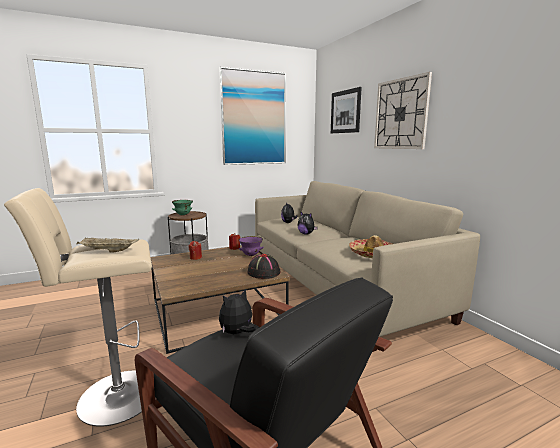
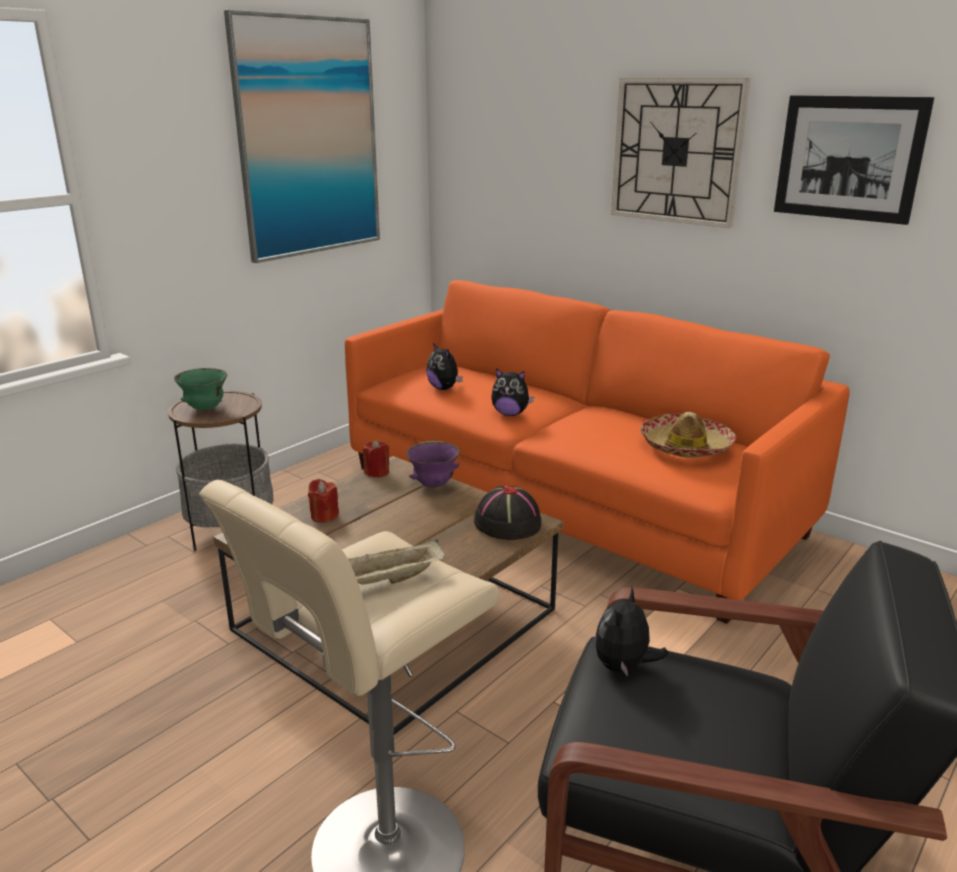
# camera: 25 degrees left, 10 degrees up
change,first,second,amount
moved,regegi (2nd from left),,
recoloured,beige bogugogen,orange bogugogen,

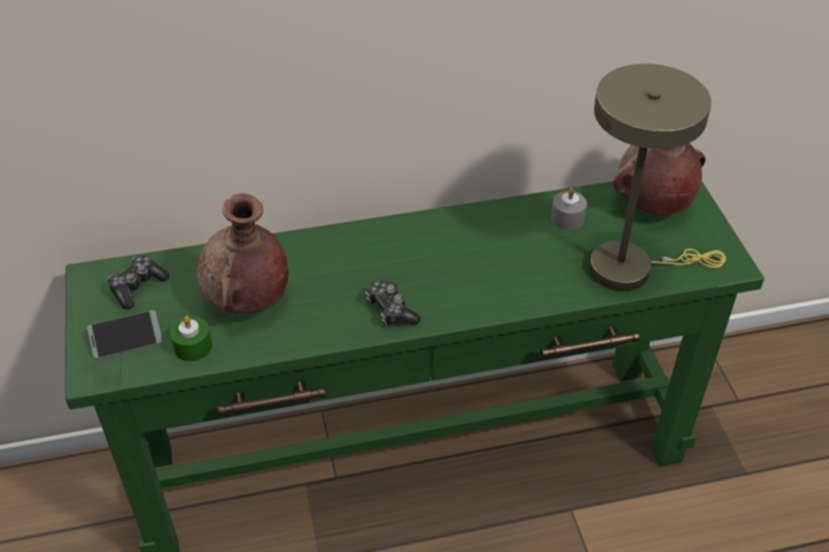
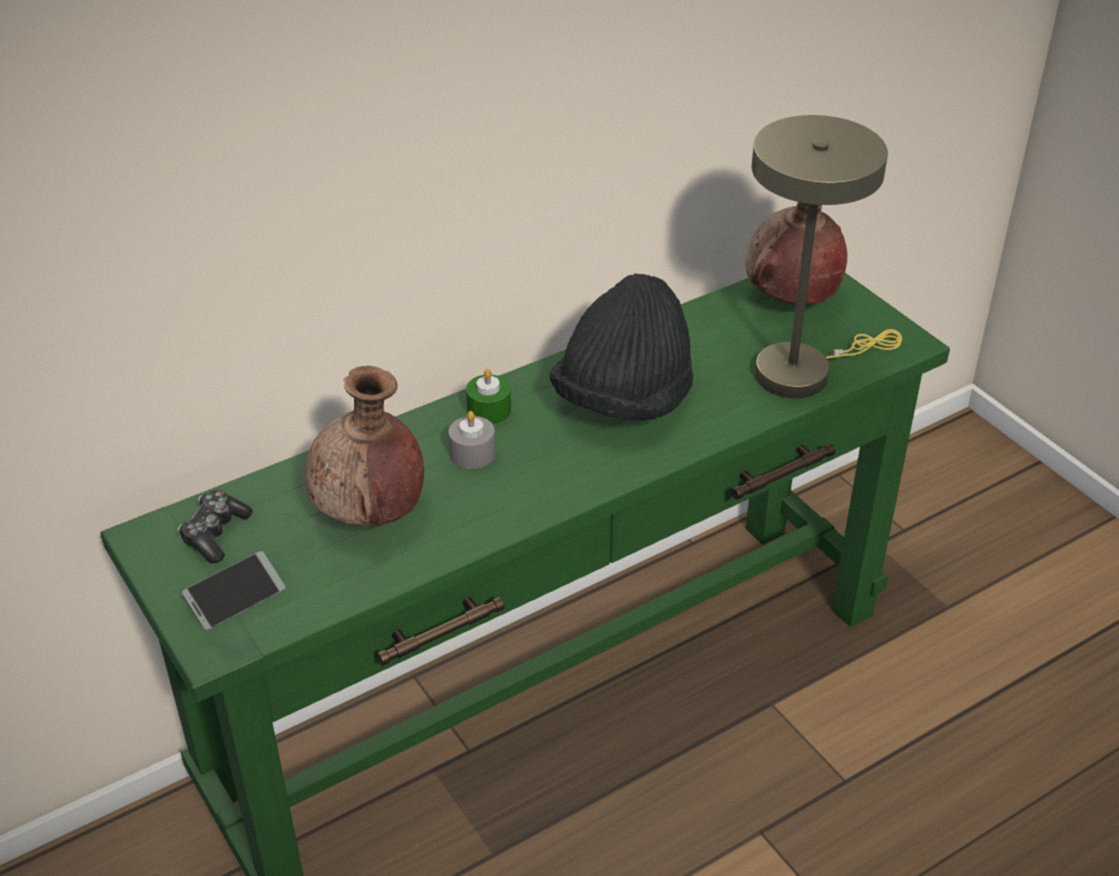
# camera: 20 degrees left, 5 degrees down
change,first,second,amount
removed,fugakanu (2nd from left),,
added,,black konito,
moved,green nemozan,,
moved,grey nemozan,,

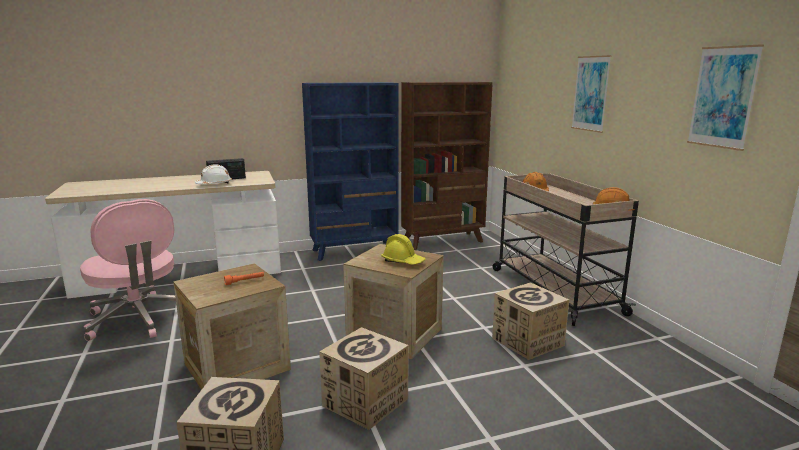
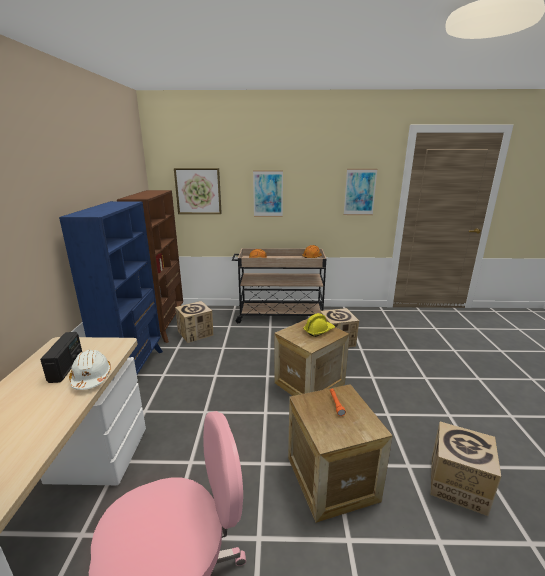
# camera: 70 degrees left, 5 degrees up
change,first,second,amount
added,,regegi (1st from left),
moved,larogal (2nd from left in the first image),larogal (1st from left),

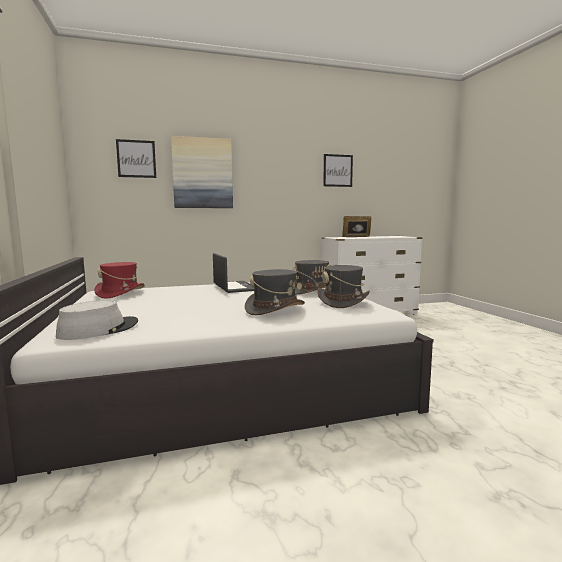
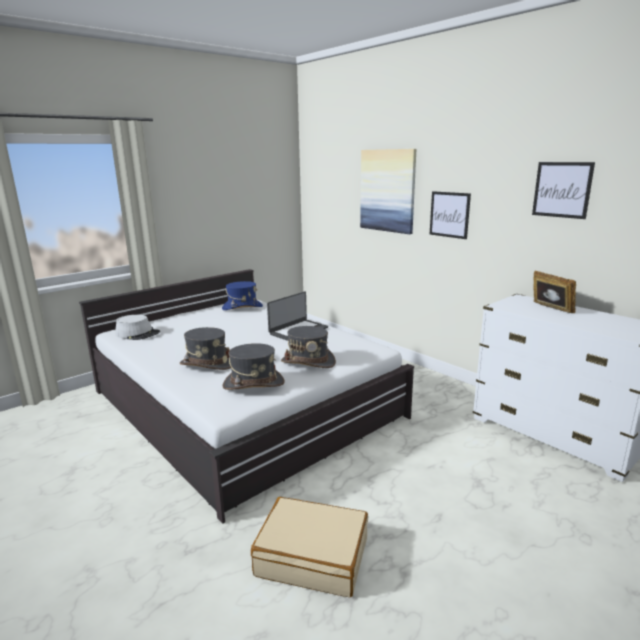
# camera: 65 degrees right, 10 degrees up
change,first,second,amount
added,,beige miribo,
moved,regegi (1st from left in the first image),regegi (2nd from left),
recoloured,red konito,blue konito,

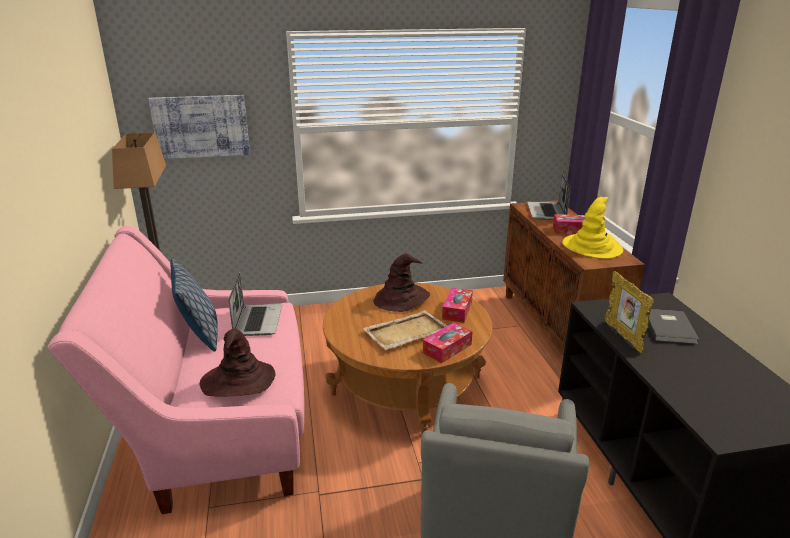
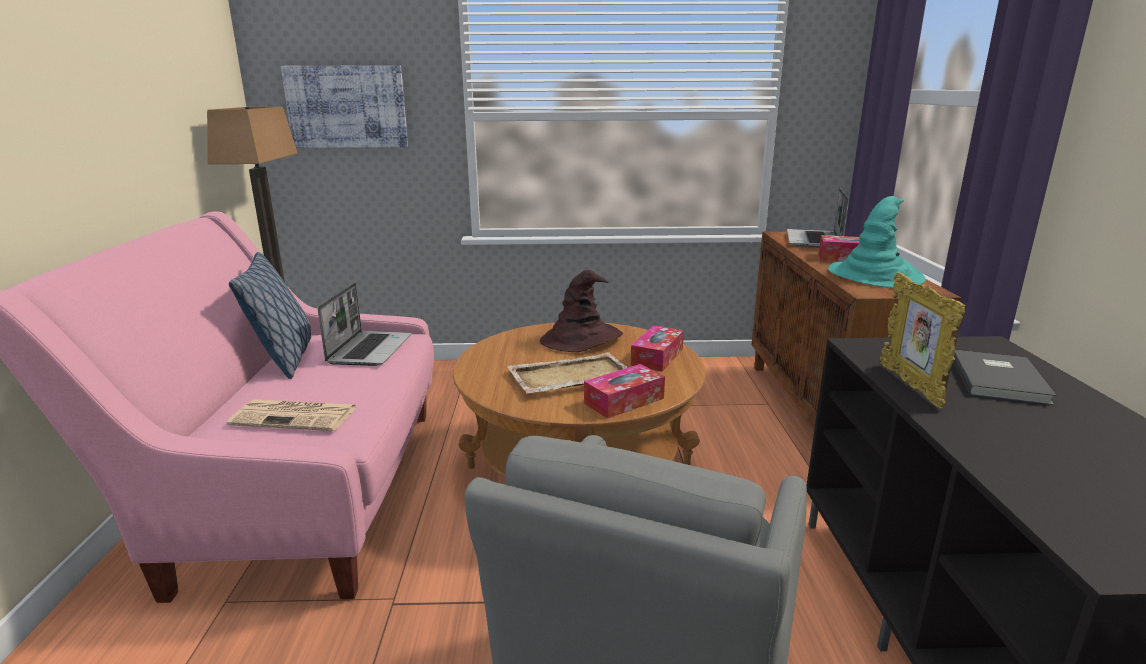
# camera: 10 degrees right, 5 degrees down
change,first,second,amount
replaced,brown konito (1st from left),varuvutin,
recoloured,yellow konito,turquoise konito,

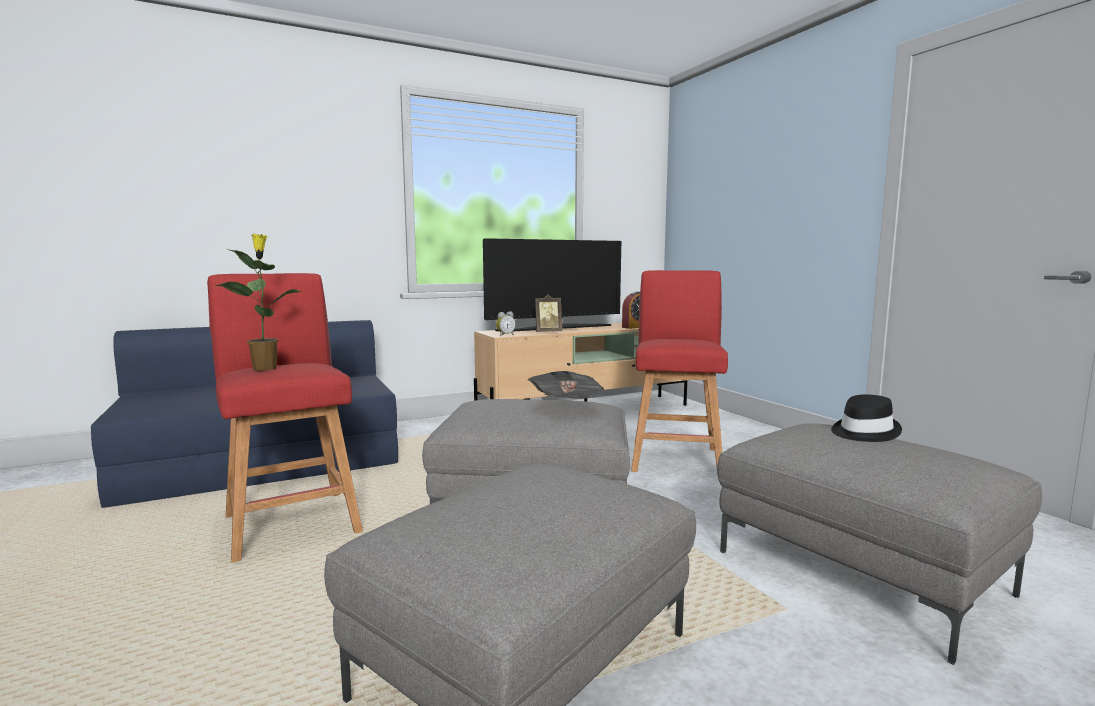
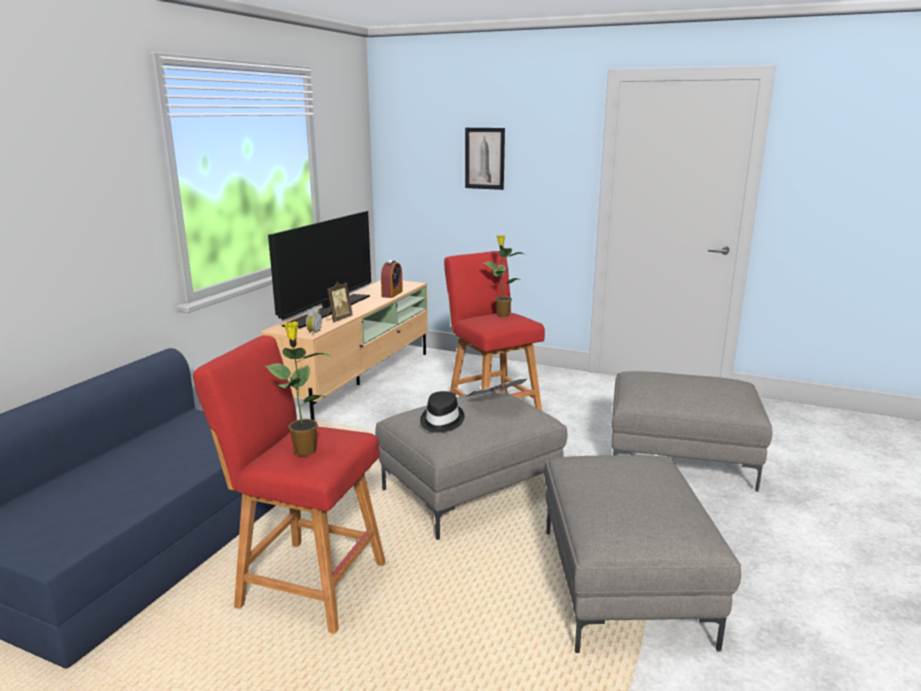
# camera: 40 degrees left, 10 degrees up
change,first,second,amount
added,,regegi,
added,,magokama (2nd from left),
moved,black konito,,

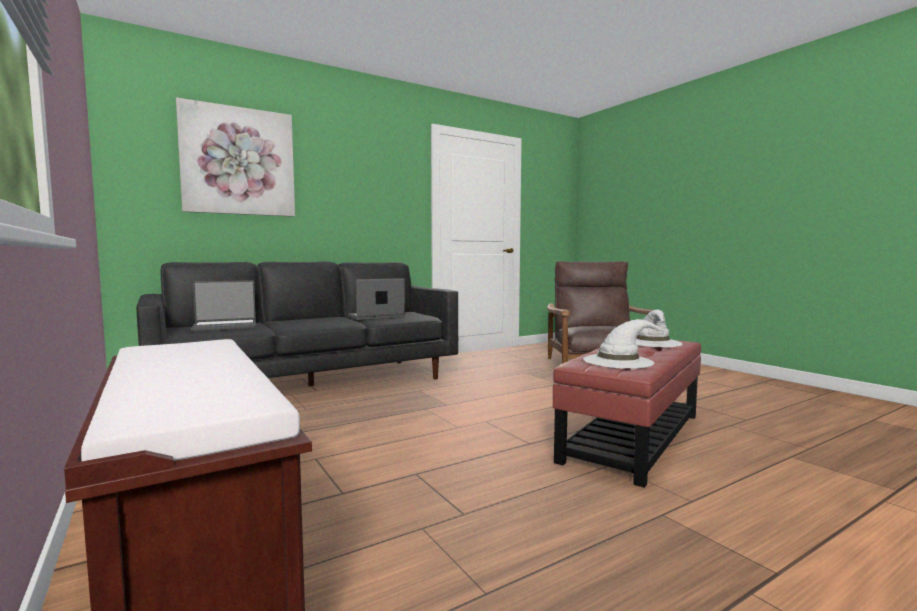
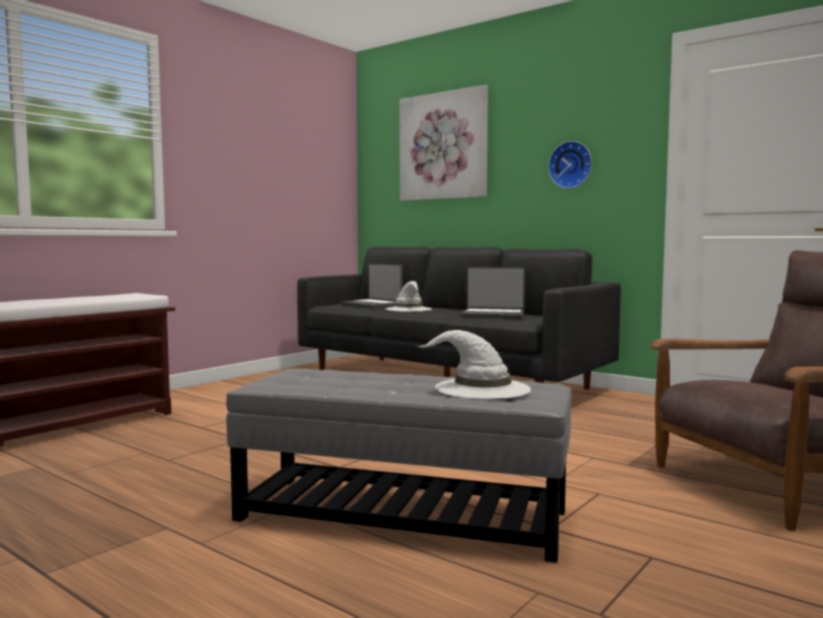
# camera: 70 degrees right, 0 degrees up
change,first,second,amount
added,,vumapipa,
moved,white konito (1st from left),,
recoloured,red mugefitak,grey mugefitak,
turned,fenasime (2nd from left),,150 degrees clockwise

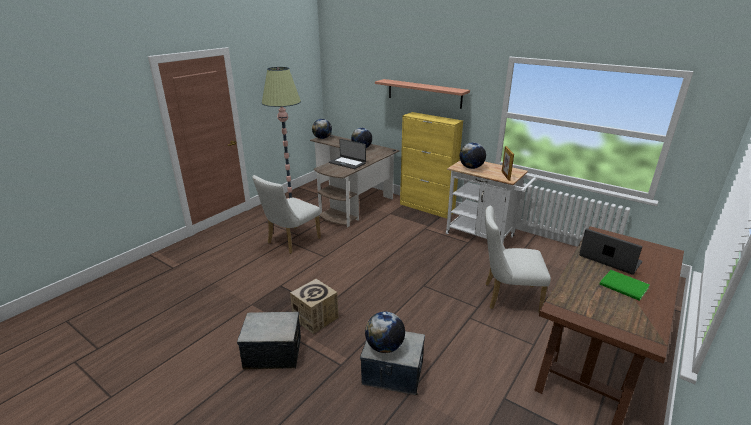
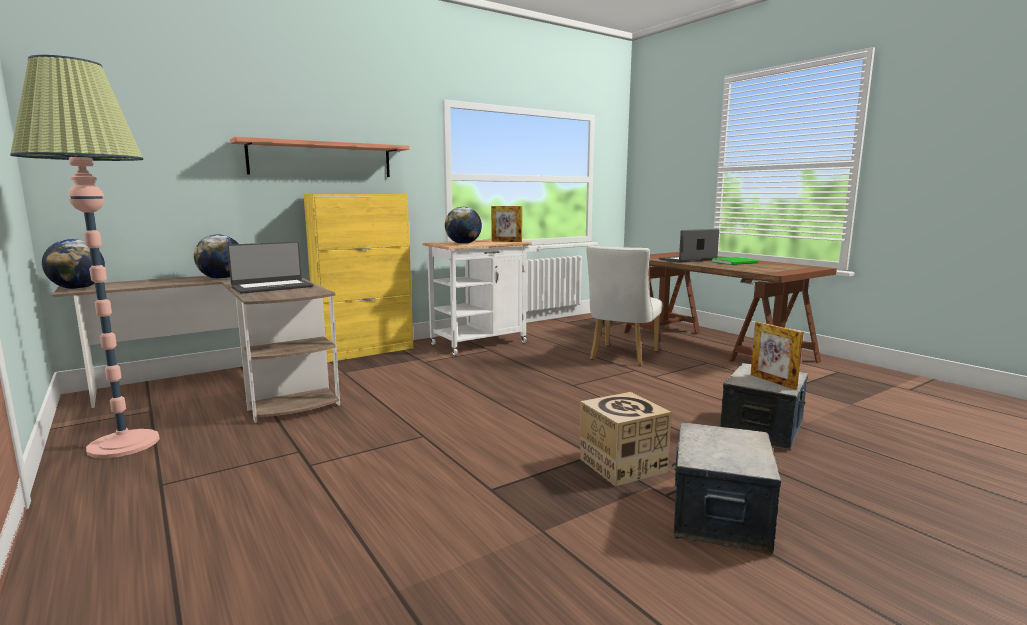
# camera: 70 degrees left, 15 degrees down
change,first,second,amount
removed,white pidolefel (1st from left),,
replaced,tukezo (3rd from left),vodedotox (2nd from left),

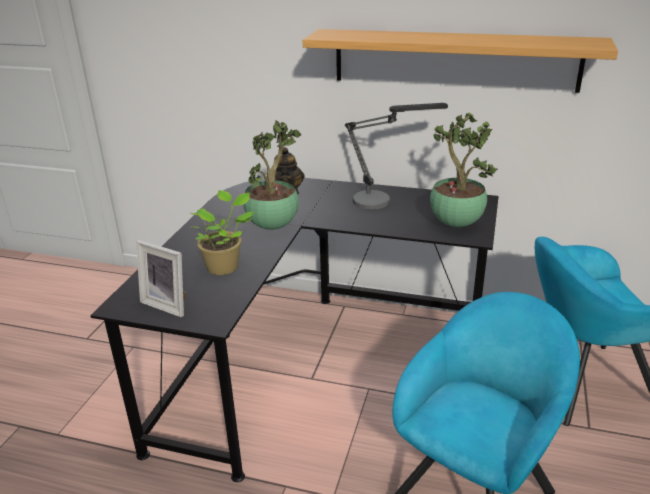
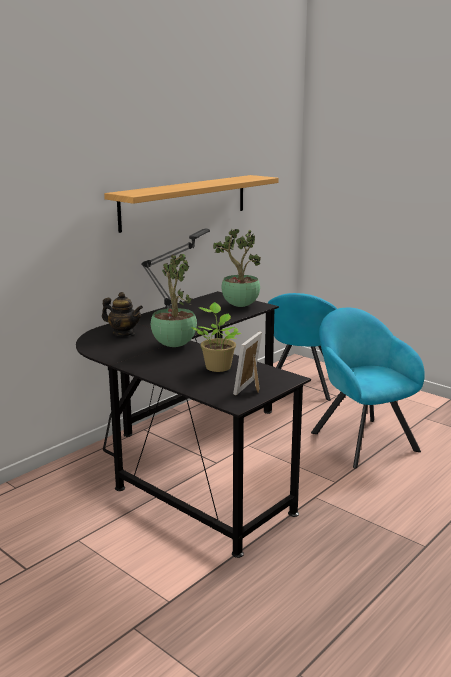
# camera: 65 degrees left, 10 degrees down
change,first,second,amount
turned,vodedotox,,150 degrees clockwise

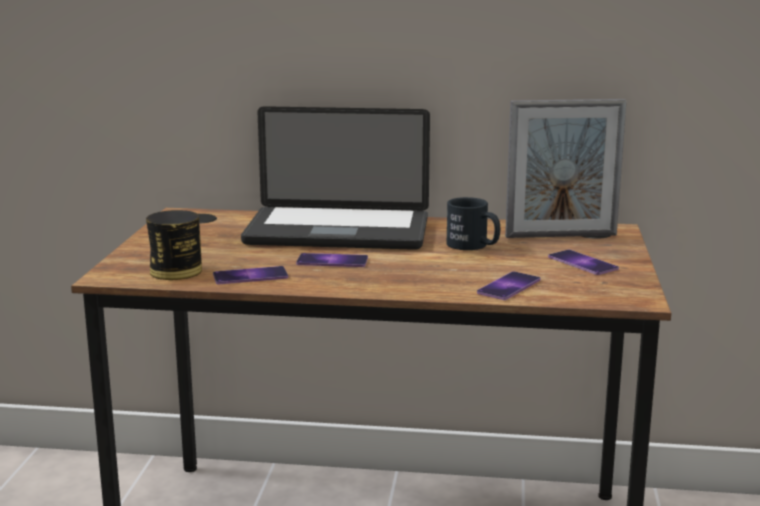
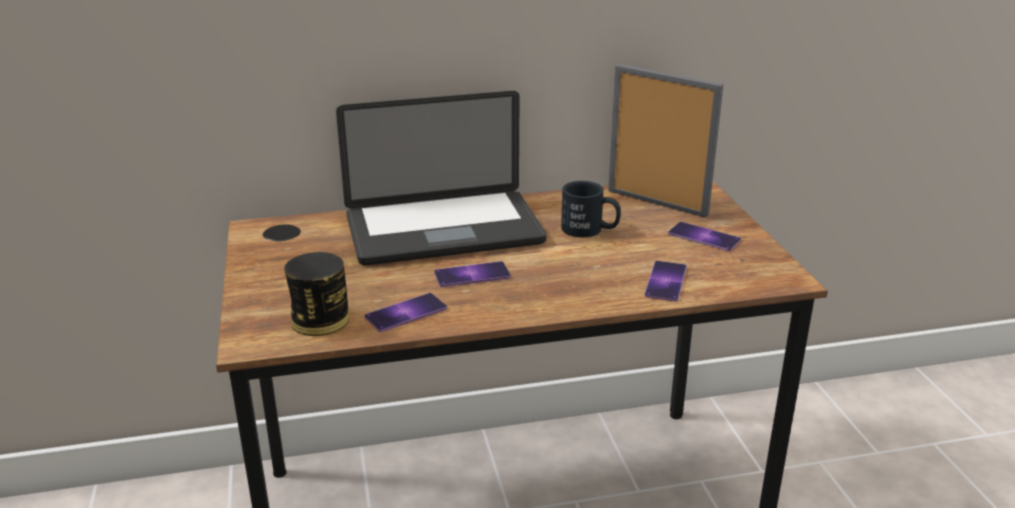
# camera: 20 degrees left, 10 degrees up
change,first,second,amount
turned,vodedotox,,120 degrees counterclockwise

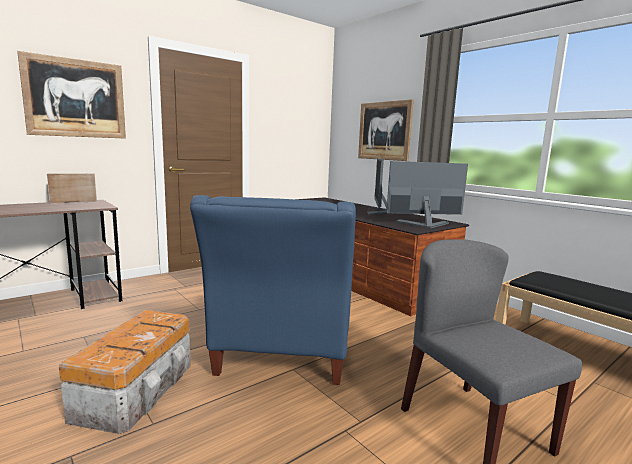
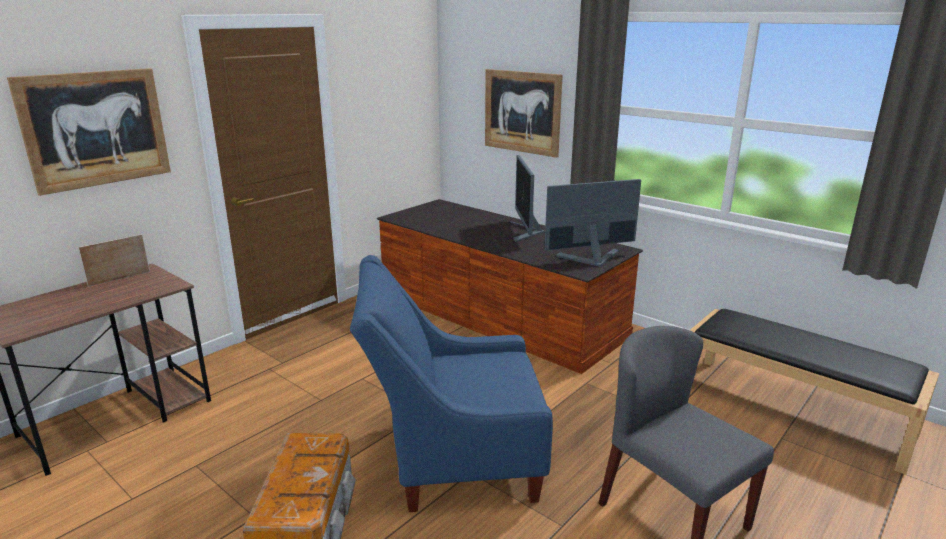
# camera: 10 degrees left, 10 degrees up
change,first,second,amount
turned,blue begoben,,90 degrees clockwise

